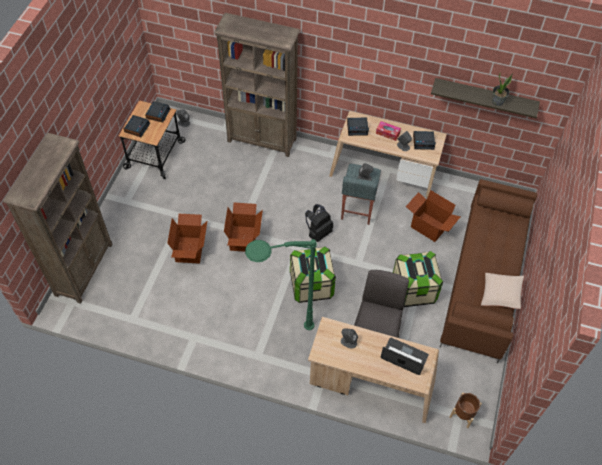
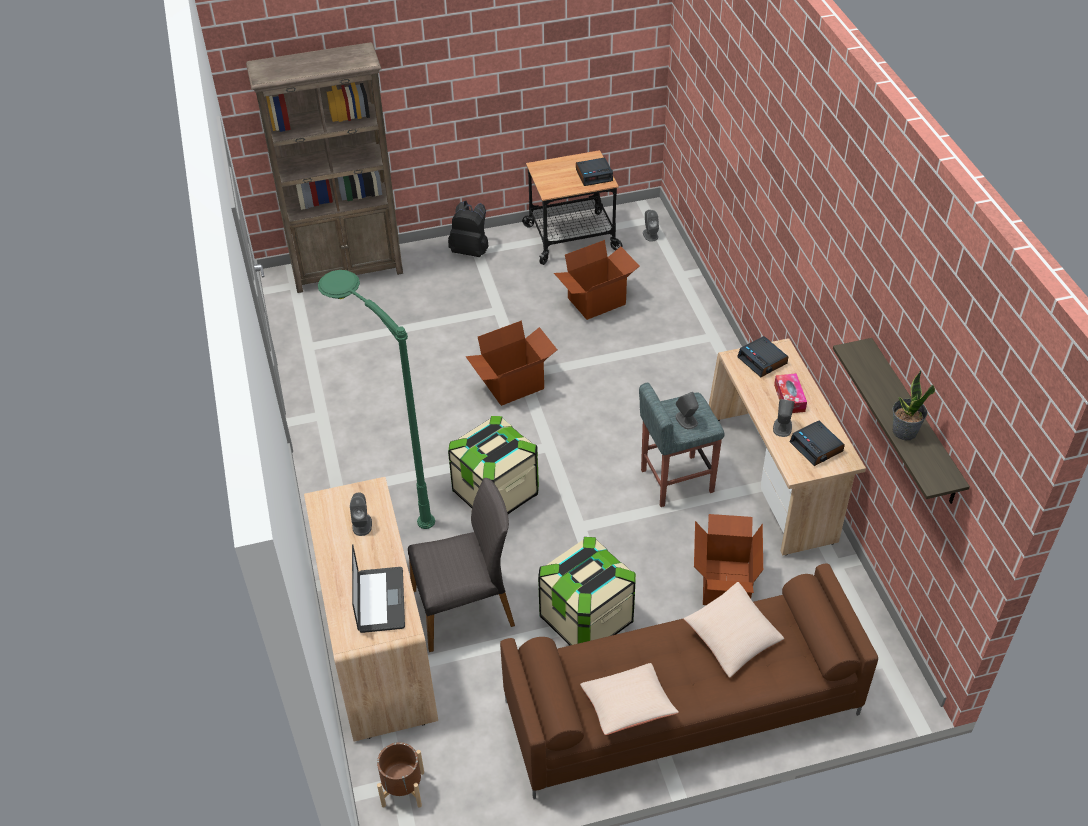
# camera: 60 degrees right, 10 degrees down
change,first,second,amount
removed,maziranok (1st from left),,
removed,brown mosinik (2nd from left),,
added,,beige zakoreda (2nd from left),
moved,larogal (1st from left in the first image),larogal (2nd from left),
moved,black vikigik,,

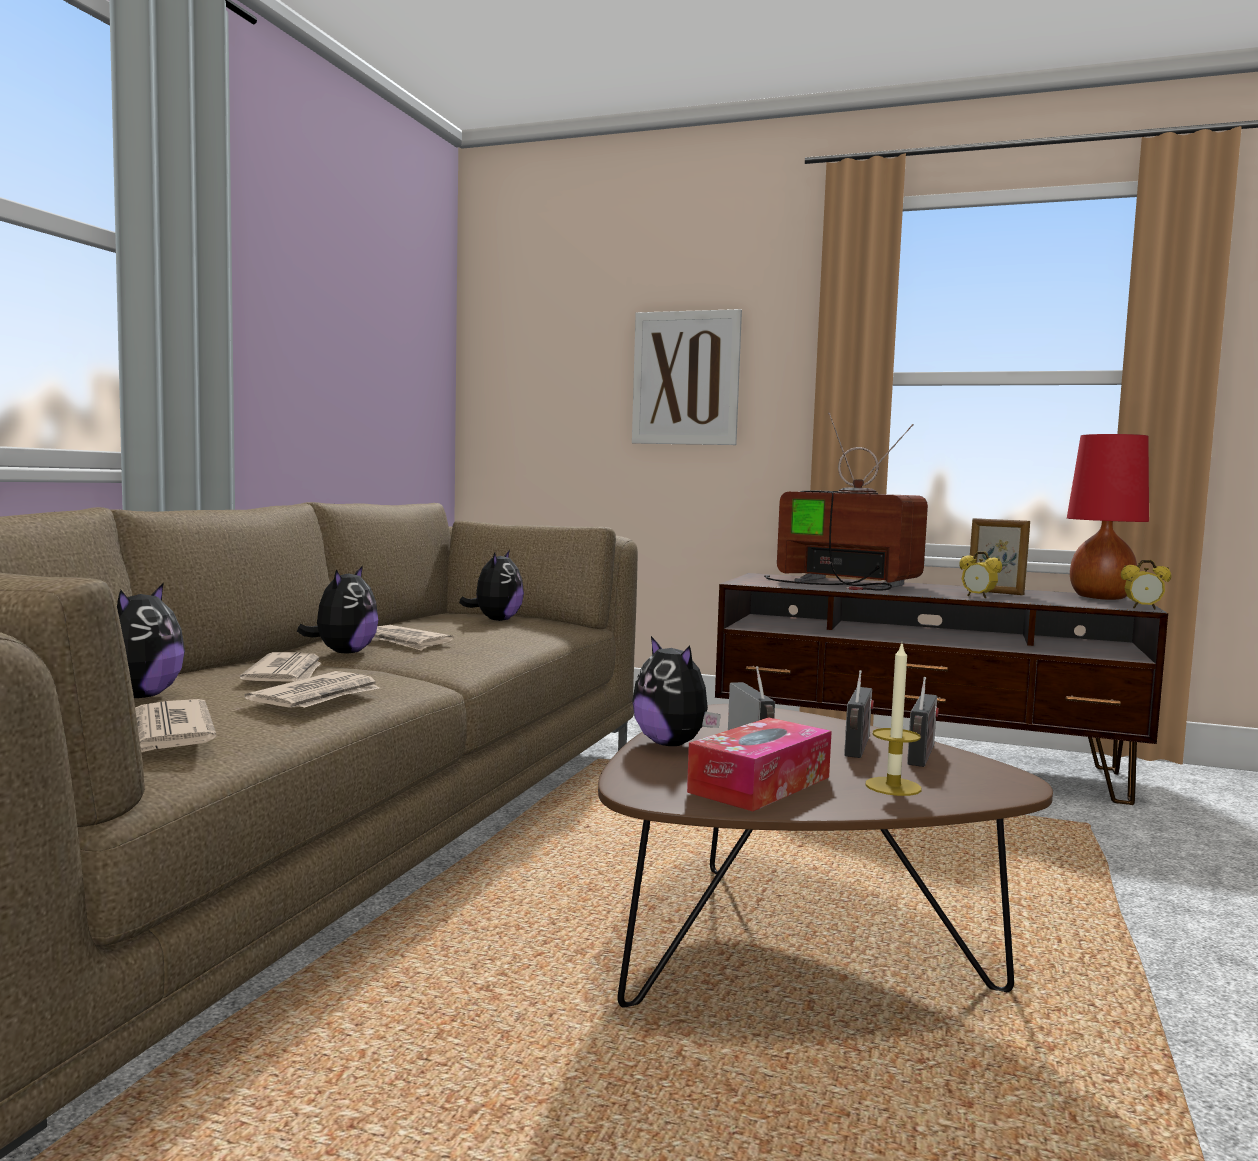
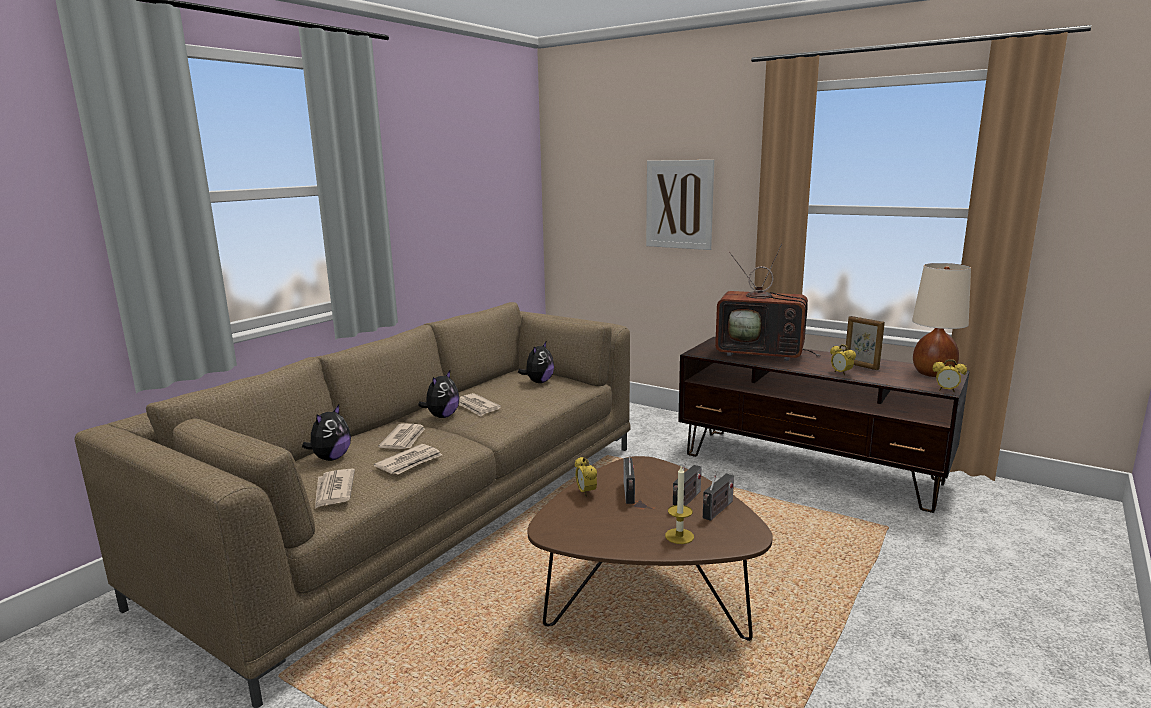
# camera: 15 degrees right, 10 degrees up
change,first,second,amount
removed,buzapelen,,
replaced,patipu (4th from left),maziranok (1st from left),
recoloured,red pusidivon,beige pusidivon,
turned,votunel,,150 degrees clockwise

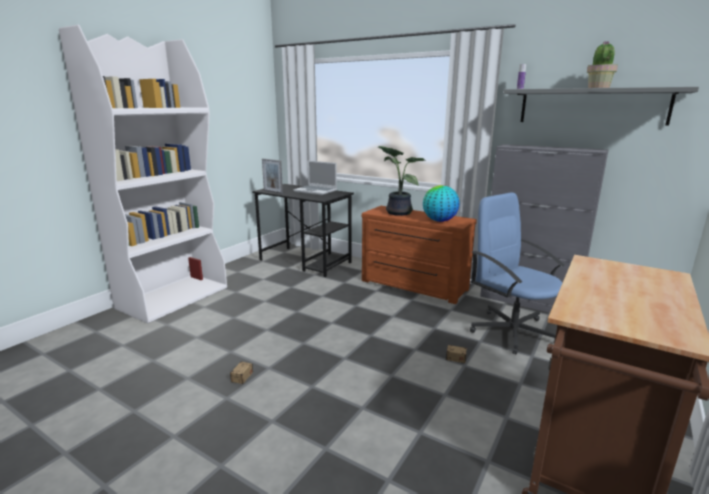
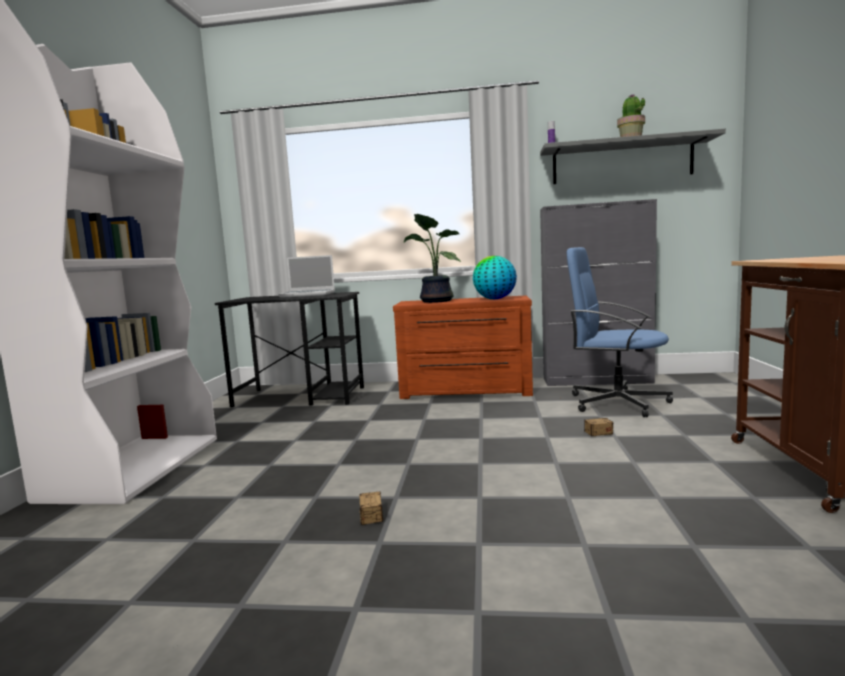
# camera: 25 degrees left, 10 degrees down
change,first,second,amount
removed,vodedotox,,

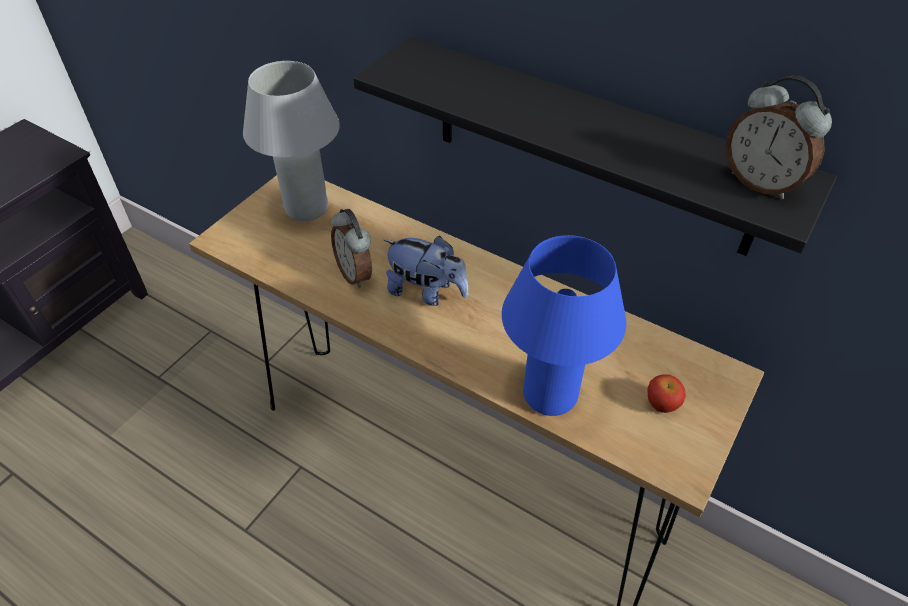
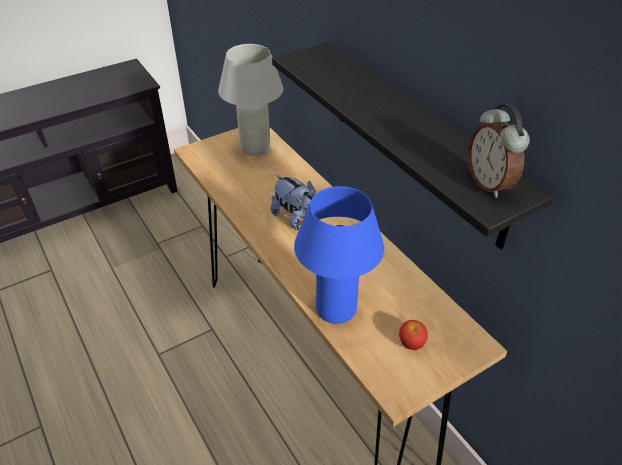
# camera: 25 degrees right, 5 degrees down
change,first,second,amount
removed,maziranok (1st from left),,

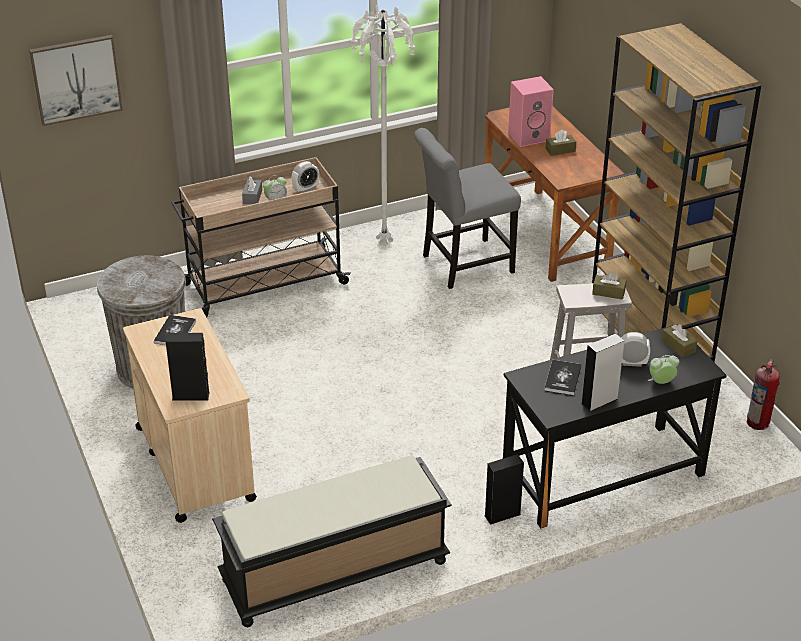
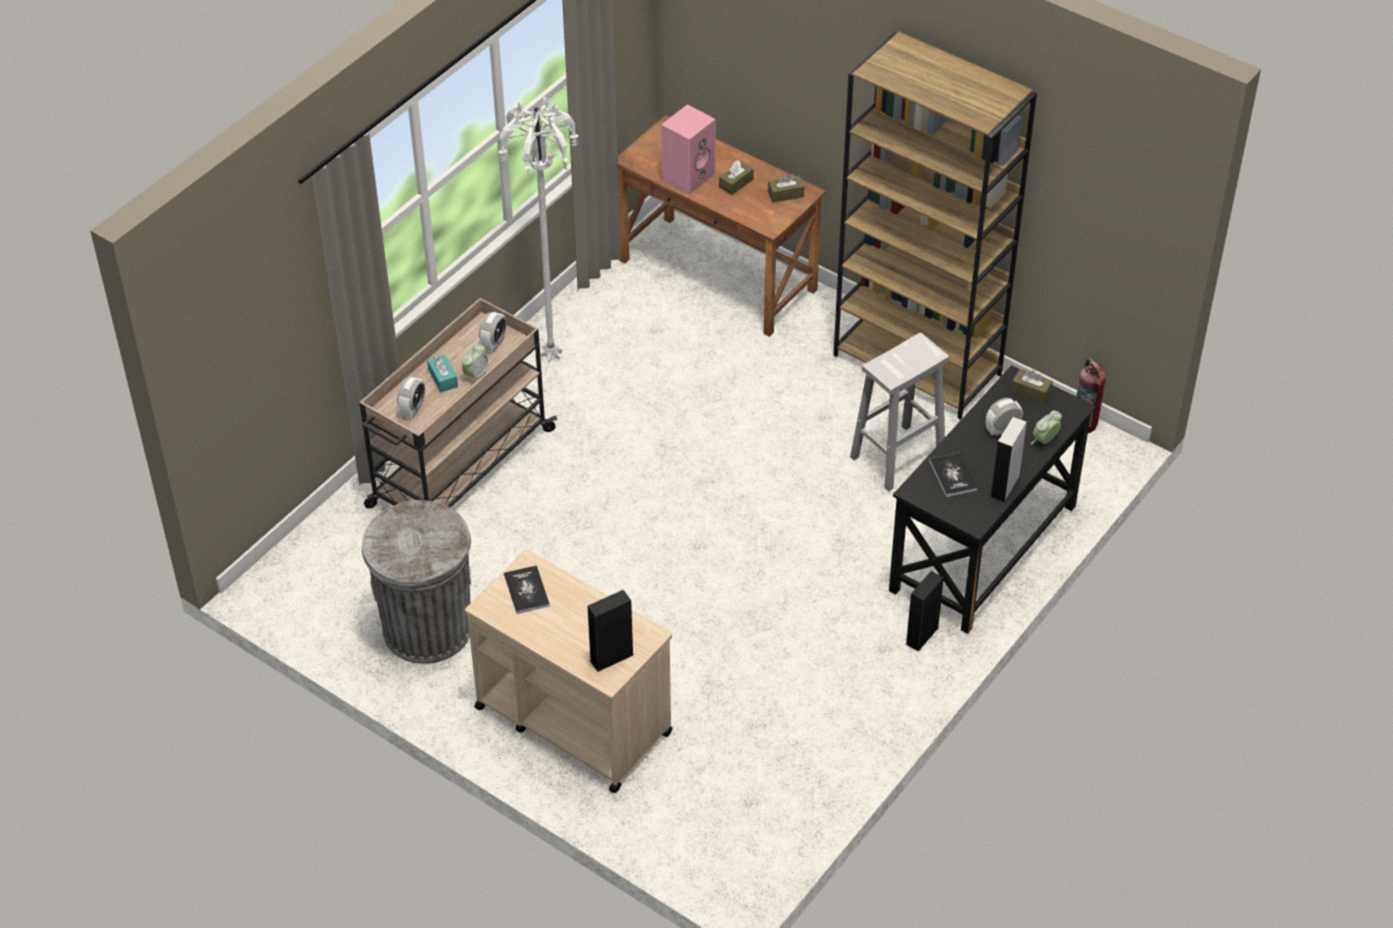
# camera: 30 degrees left, 10 degrees up
change,first,second,amount
removed,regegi,,
removed,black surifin,,
removed,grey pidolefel,,
added,,maziranok (1st from left),
moved,brown buzapelen (2nd from left),,
recoloured,grey buzapelen,turquoise buzapelen,

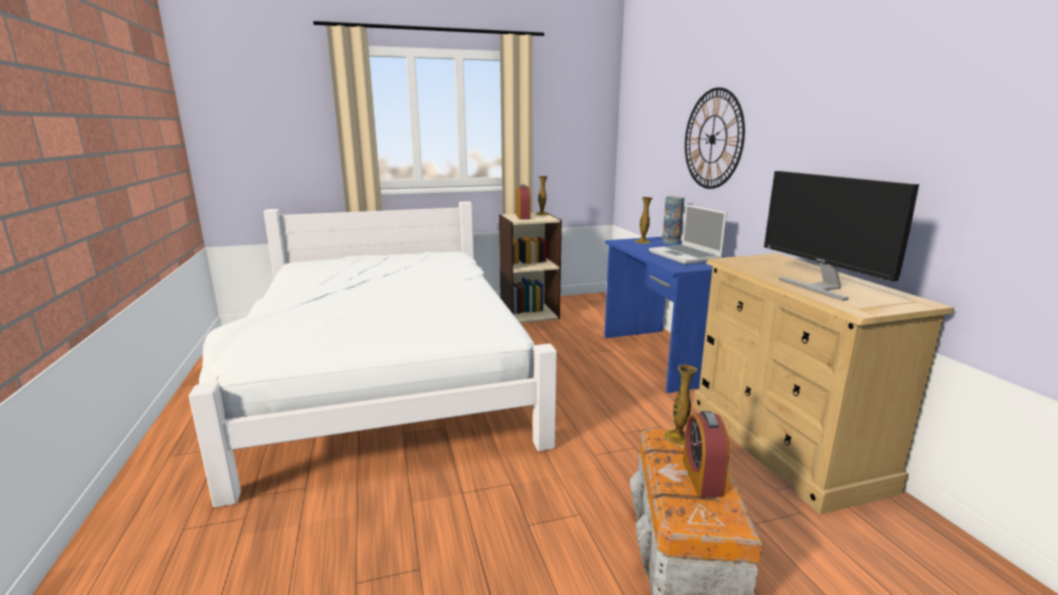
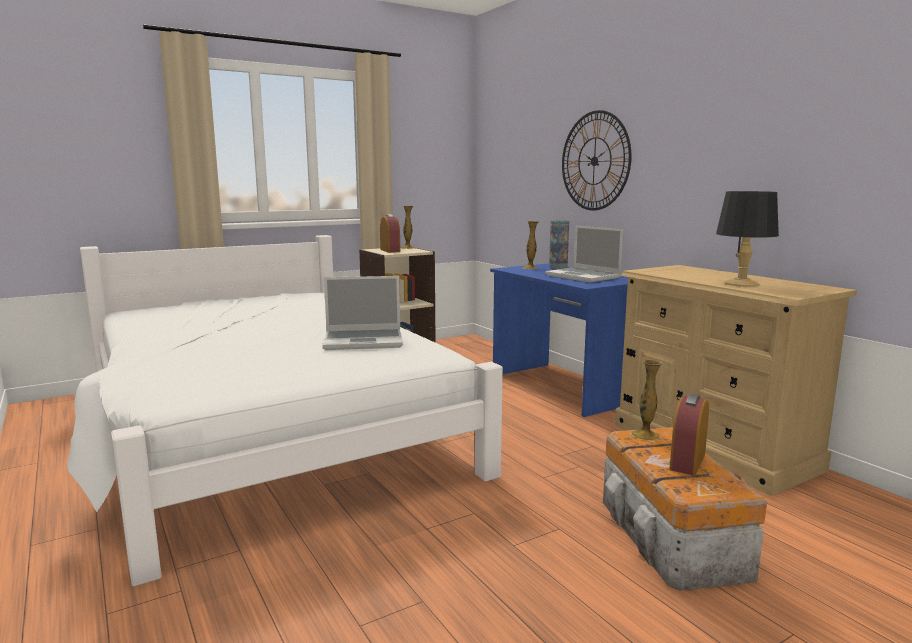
# camera: 15 degrees left, 5 degrees down
change,first,second,amount
added,,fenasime (1st from left),
replaced,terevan,black pusidivon,
turned,maziranok (2nd from left),,45 degrees clockwise

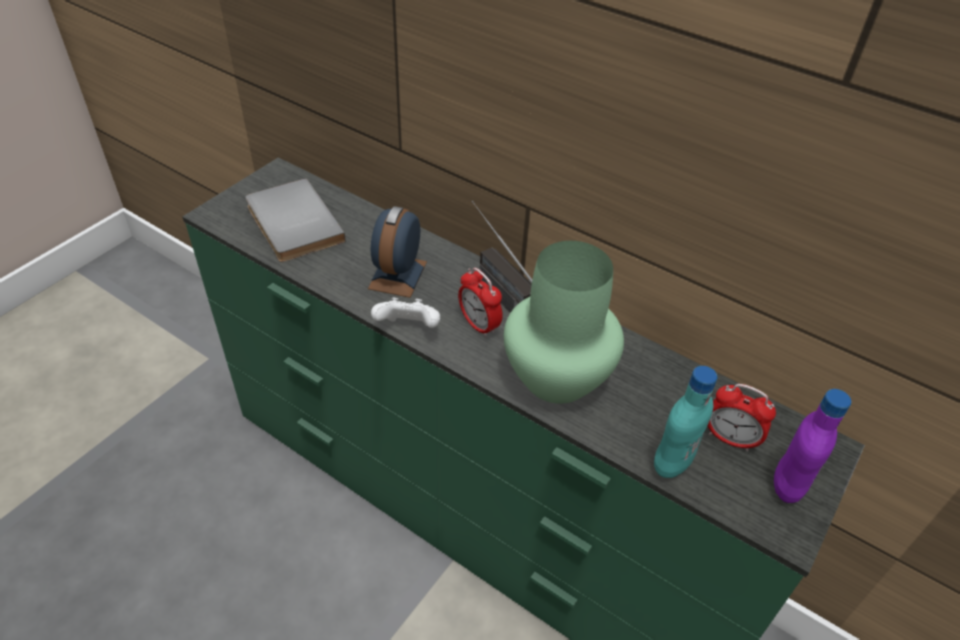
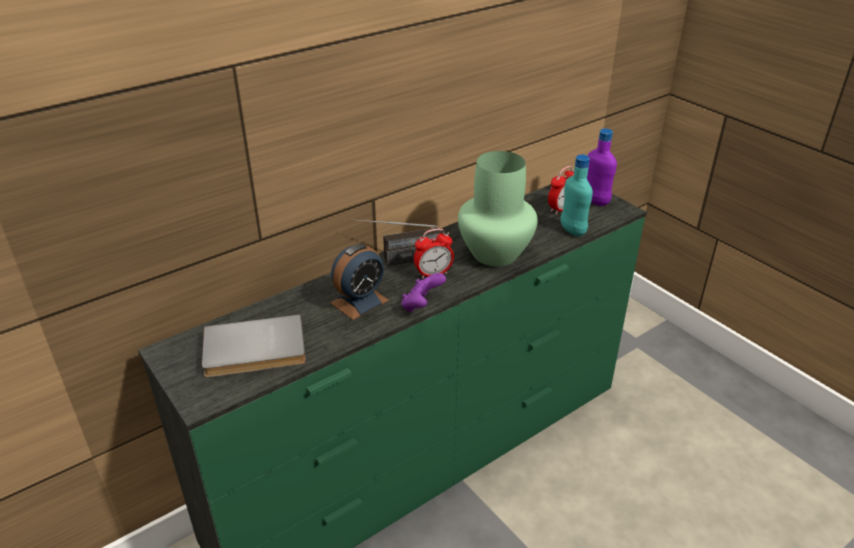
# camera: 70 degrees left, 10 degrees down
change,first,second,amount
recoloured,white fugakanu,purple fugakanu,
turned,maziranok (1st from left),,75 degrees counterclockwise

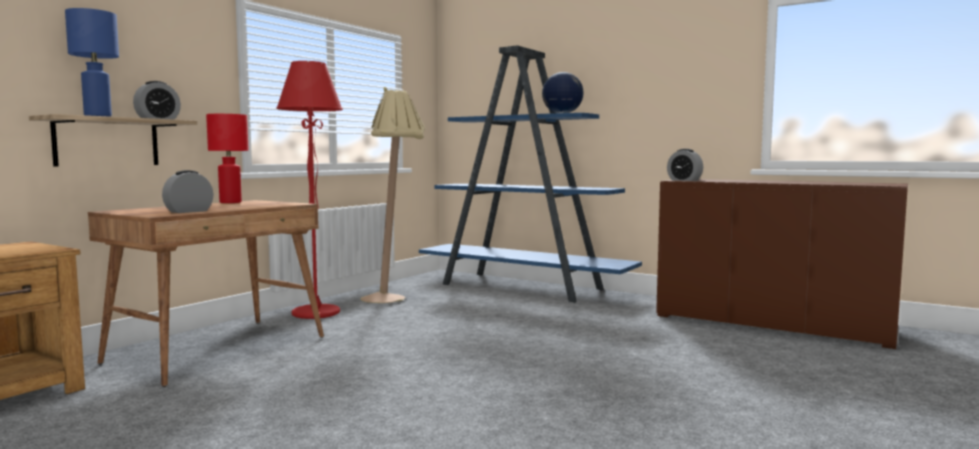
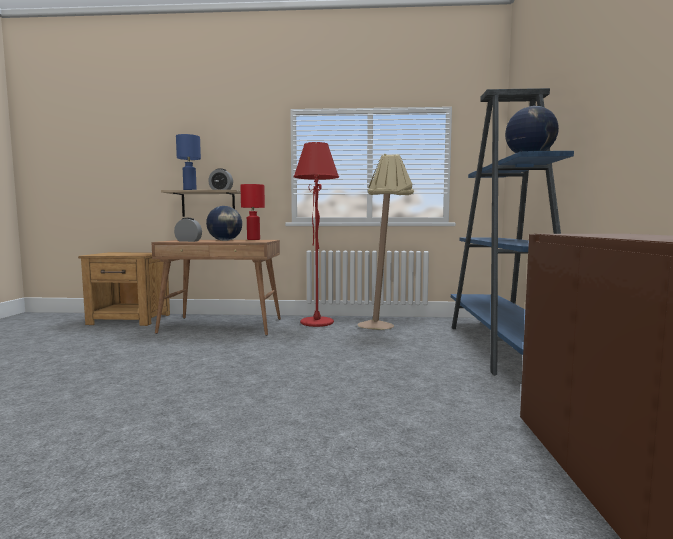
# camera: 60 degrees right, 0 degrees up
change,first,second,amount
removed,maziranok (3rd from left),,
added,,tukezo (1st from left),

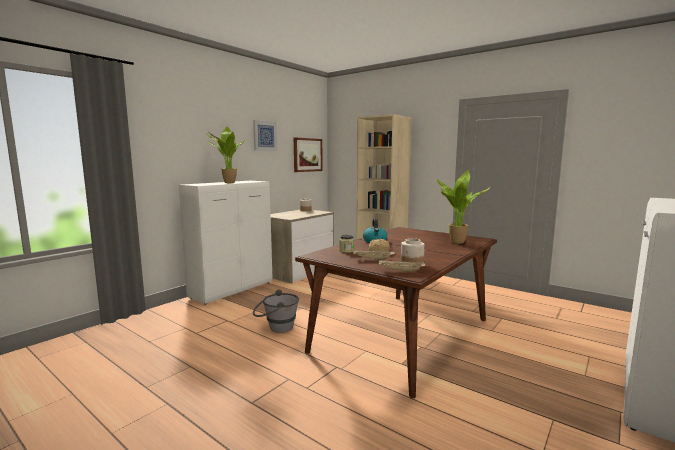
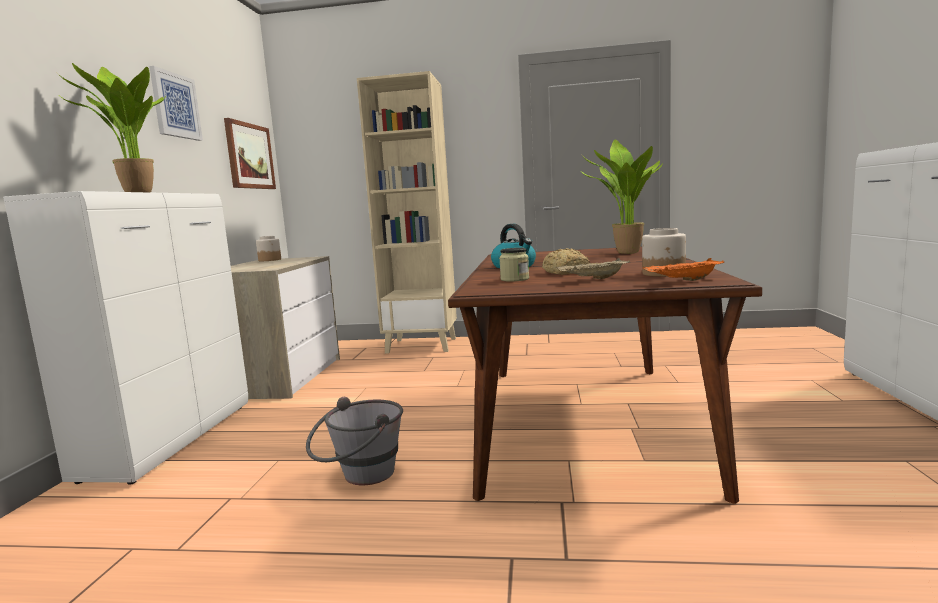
# camera: 30 degrees left, 0 degrees up
change,first,second,amount
recoloured,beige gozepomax (2nd from left),orange gozepomax,

